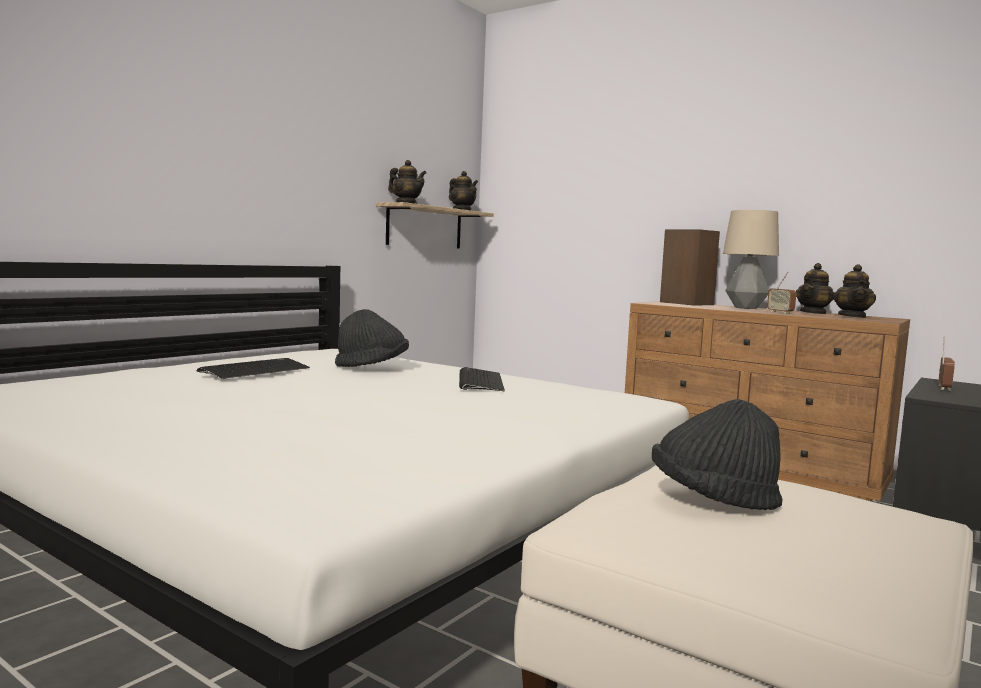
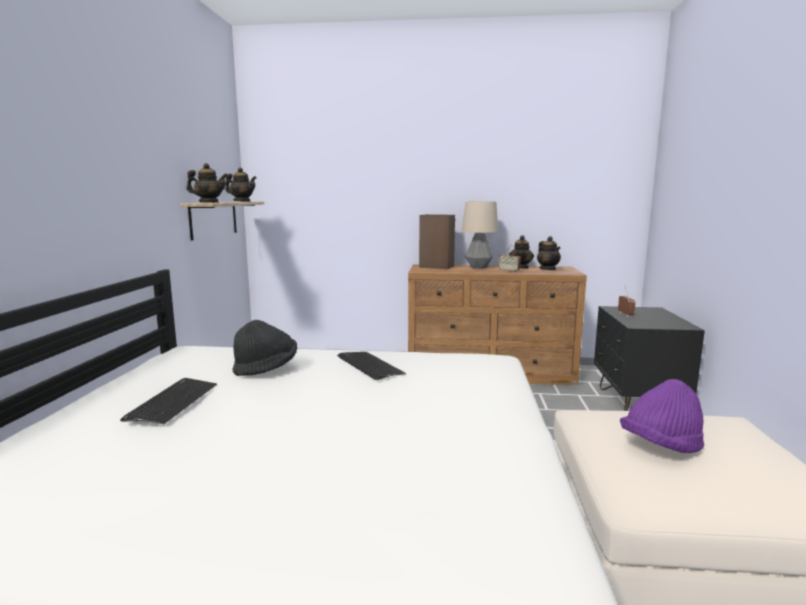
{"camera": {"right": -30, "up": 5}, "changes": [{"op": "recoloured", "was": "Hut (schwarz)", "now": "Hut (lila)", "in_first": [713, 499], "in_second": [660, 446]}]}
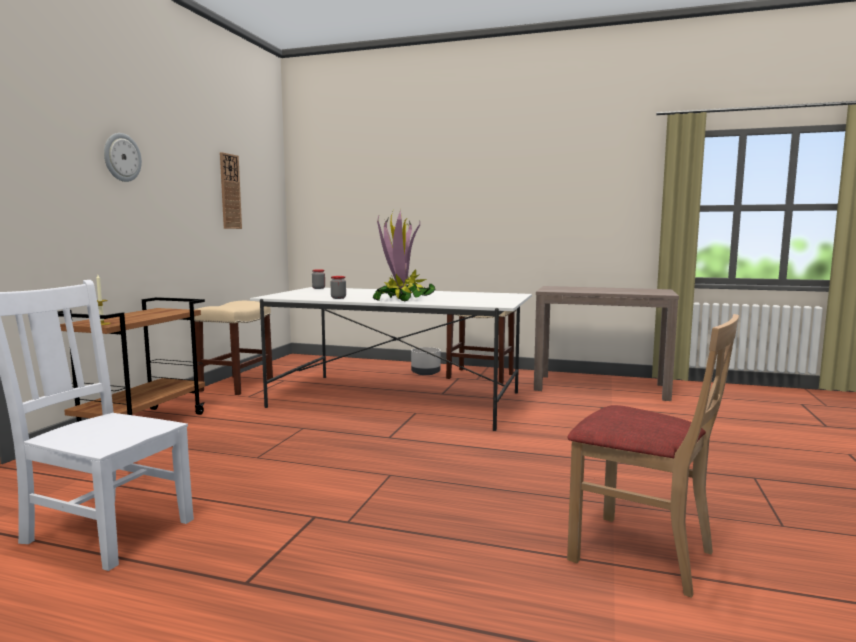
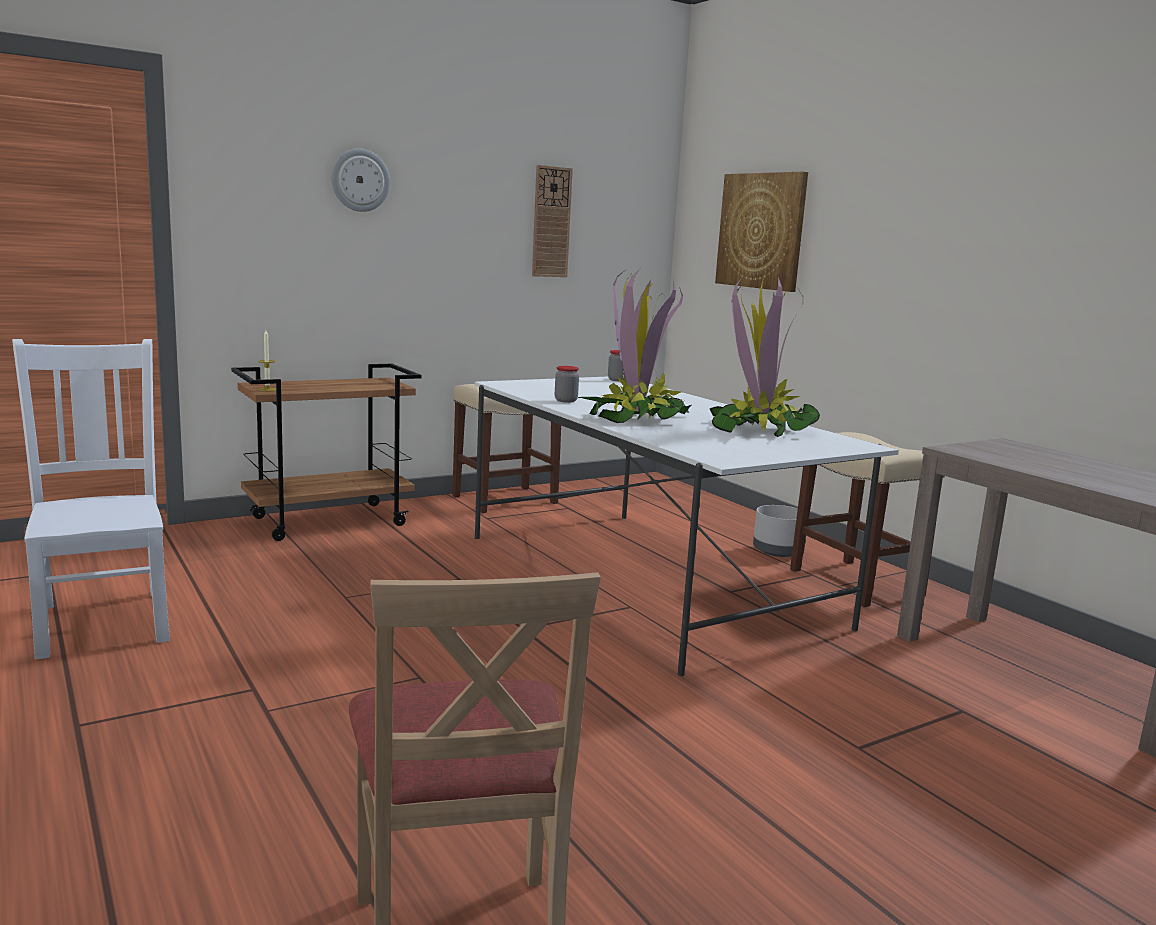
{"camera": {"right": 40, "up": 5}, "changes": [{"op": "added", "now": "Bild", "in_second": [761, 231]}, {"op": "added", "now": "Topfpflanze", "in_second": [760, 429]}]}
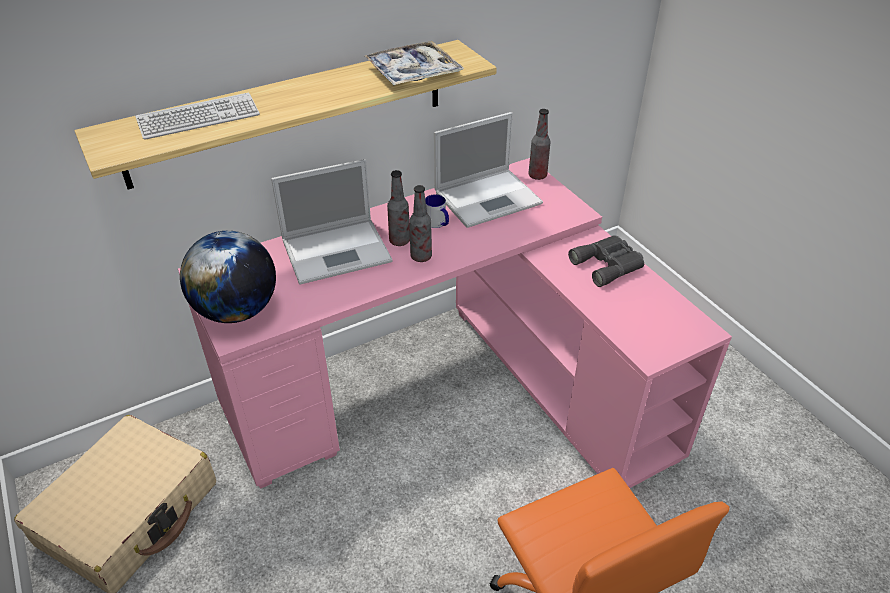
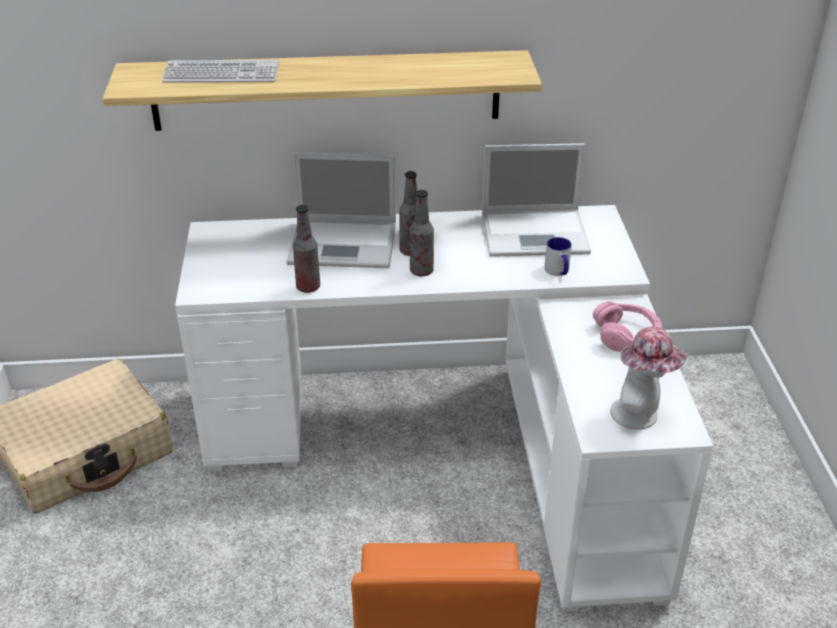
{"camera": {"right": 25, "up": -5}, "changes": [{"op": "removed", "was": "Tablett", "in_first": [413, 73]}, {"op": "moved", "was": "Flasche", "in_first": [537, 176], "in_second": [308, 287]}, {"op": "recoloured", "was": "Schreibtisch (rosa)", "now": "Schreibtisch (weiß)", "in_first": [455, 388], "in_second": [456, 444]}, {"op": "moved", "was": "Henkelbecher", "in_first": [438, 223], "in_second": [558, 271]}, {"op": "removed", "was": "Globus", "in_first": [237, 310]}, {"op": "replaced", "was": "Fernglas (grau)", "now": "Kopfhörer (rosa)", "in_first": [609, 264], "in_second": [626, 335]}, {"op": "added", "now": "Hut", "in_second": [640, 414]}]}
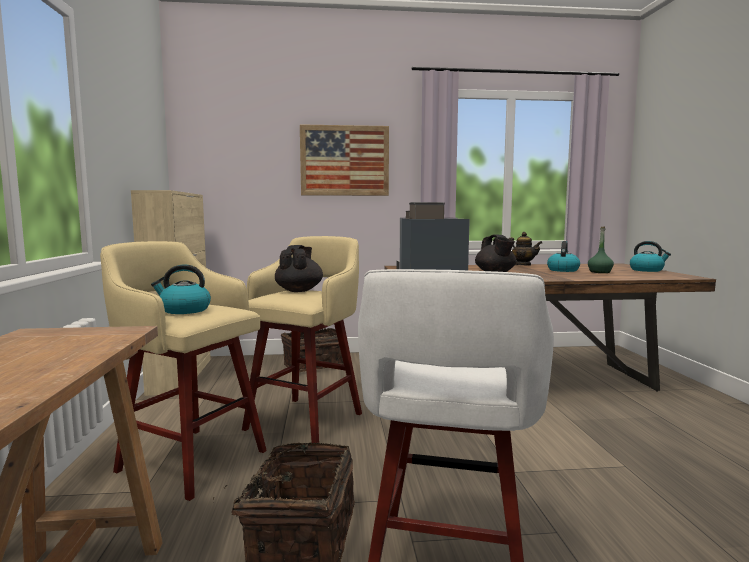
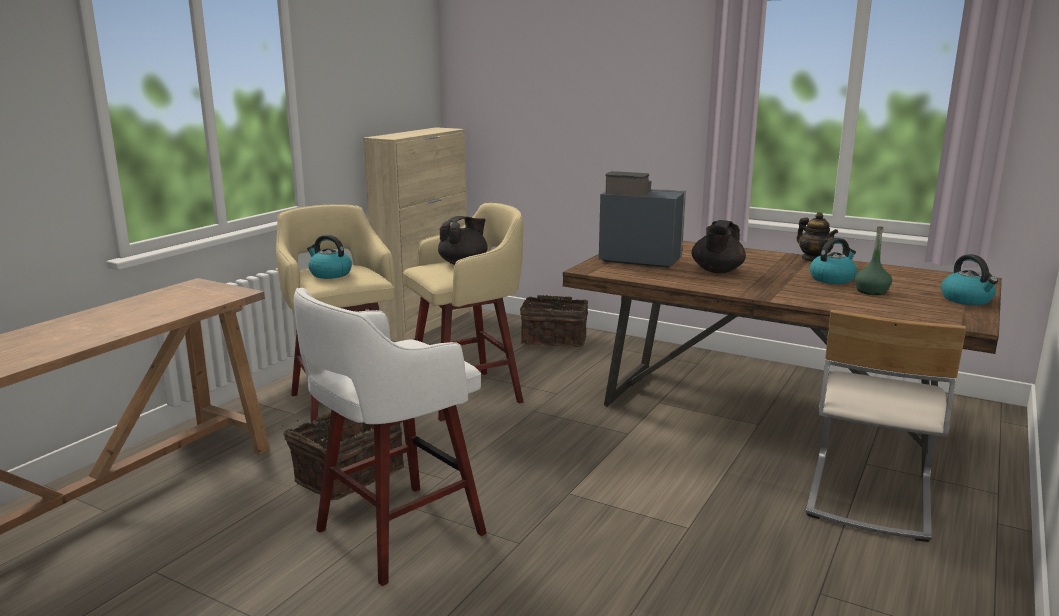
{"camera": {"right": 35, "up": 10}, "changes": [{"op": "removed", "was": "Bild", "in_first": [344, 161]}, {"op": "added", "now": "Stuhl (beige)", "in_second": [867, 496]}]}
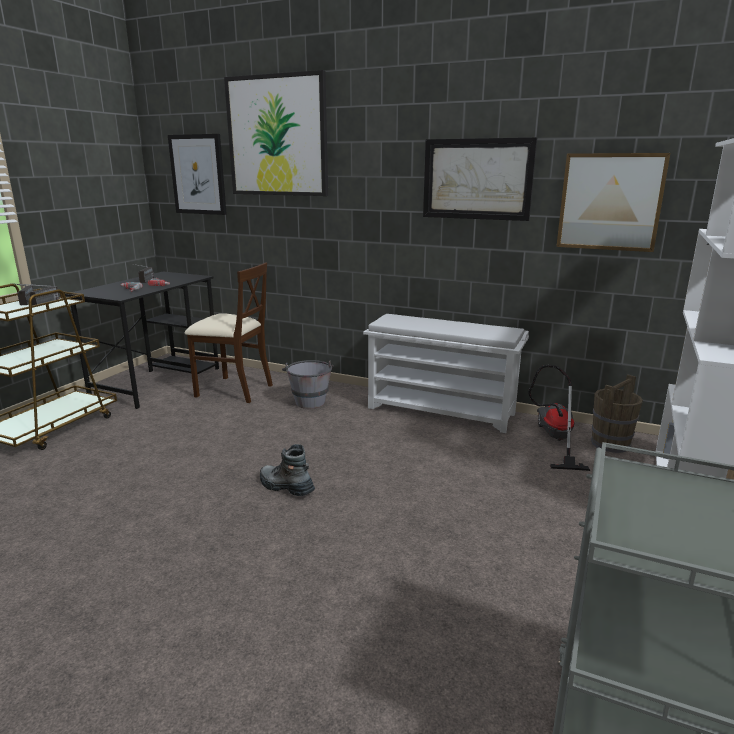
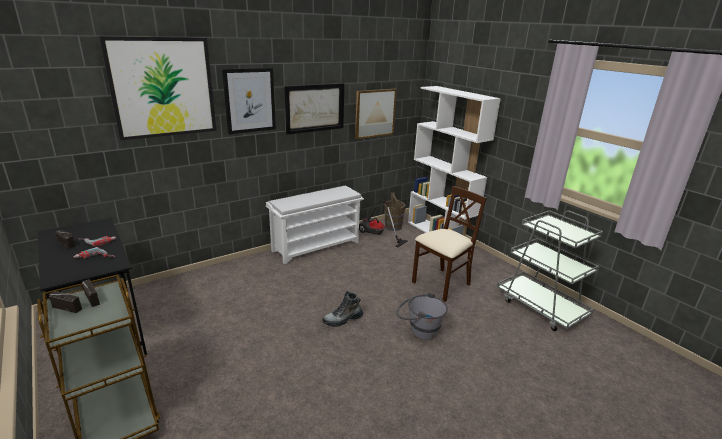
{"camera": {"right": -60, "up": 5}, "changes": [{"op": "moved", "was": "Bild", "in_first": [198, 174], "in_second": [249, 100]}, {"op": "moved", "was": "Stuhl (beige)", "in_first": [234, 390], "in_second": [441, 284]}, {"op": "moved", "was": "Eimer (grau)", "in_first": [309, 400], "in_second": [418, 330]}]}
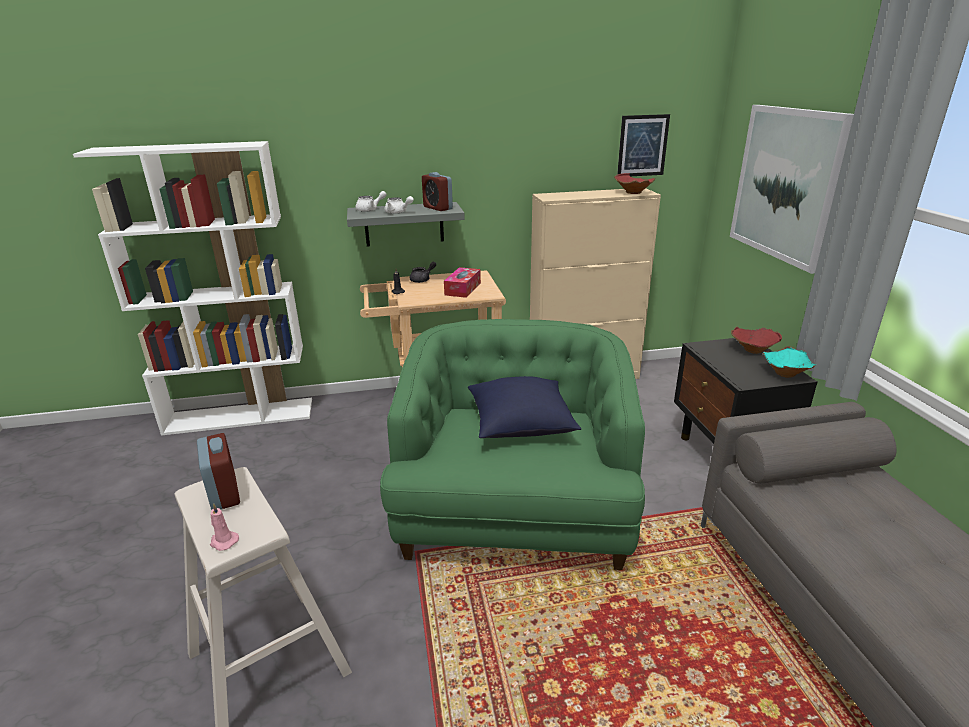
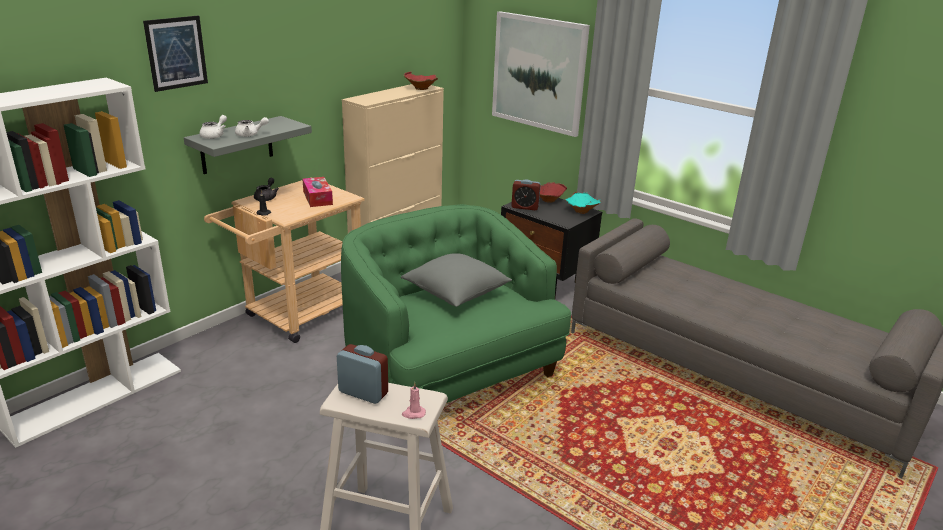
{"camera": {"right": -40, "up": 0}, "changes": [{"op": "moved", "was": "Bild", "in_first": [642, 146], "in_second": [176, 53]}, {"op": "moved", "was": "Wecker", "in_first": [437, 208], "in_second": [525, 207]}, {"op": "recoloured", "was": "Kissen (blau)", "now": "Kissen (grau)", "in_first": [520, 425], "in_second": [456, 294]}]}
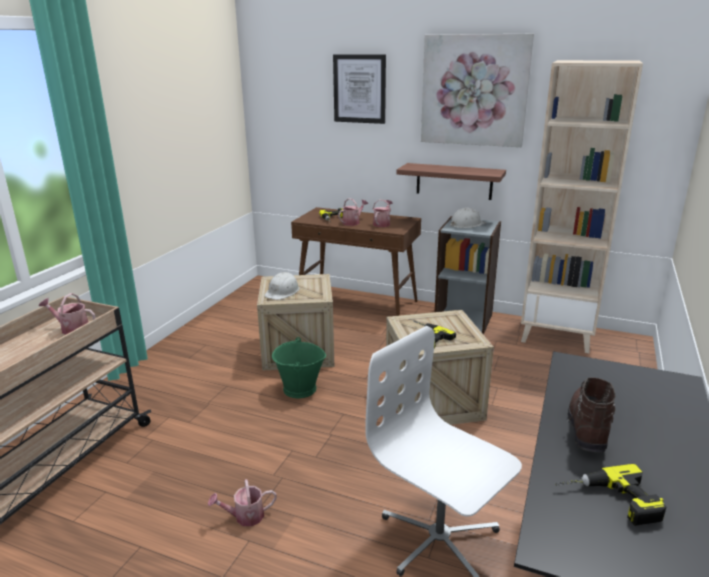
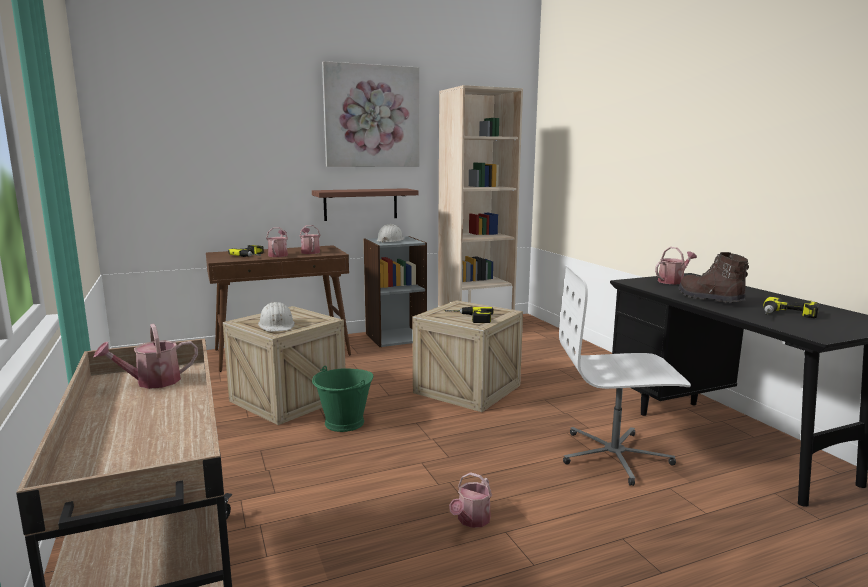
{"camera": {"right": -45, "up": -10}, "changes": [{"op": "removed", "was": "Bild", "in_first": [359, 89]}, {"op": "added", "now": "Gießkanne", "in_second": [673, 281]}]}
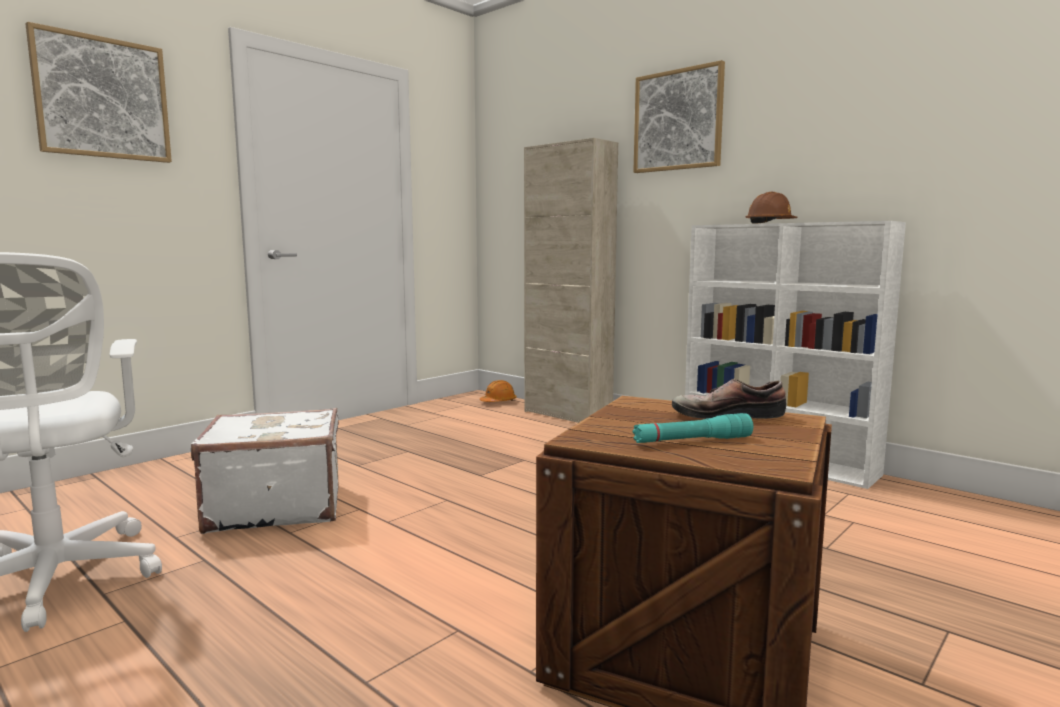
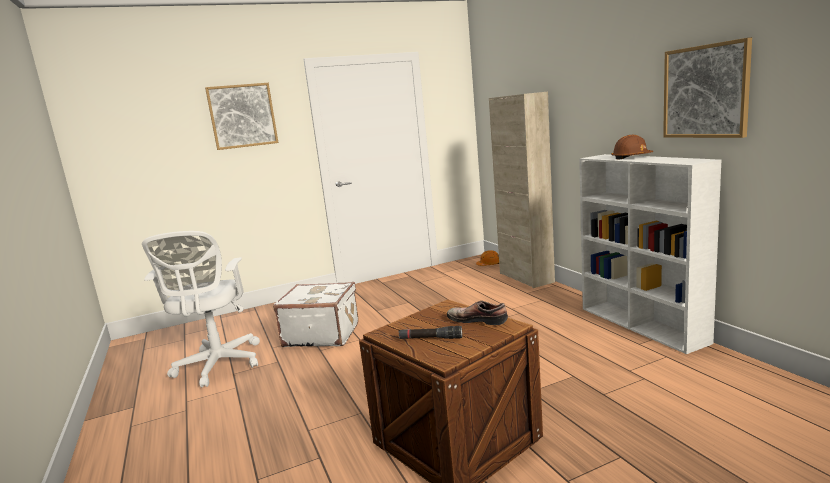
{"camera": {"right": 25, "up": 5}, "changes": [{"op": "moved", "was": "Bild", "in_first": [678, 120], "in_second": [705, 91]}, {"op": "recoloured", "was": "Taschenlampe (türkis)", "now": "Taschenlampe (schwarz)", "in_first": [692, 441], "in_second": [430, 338]}]}
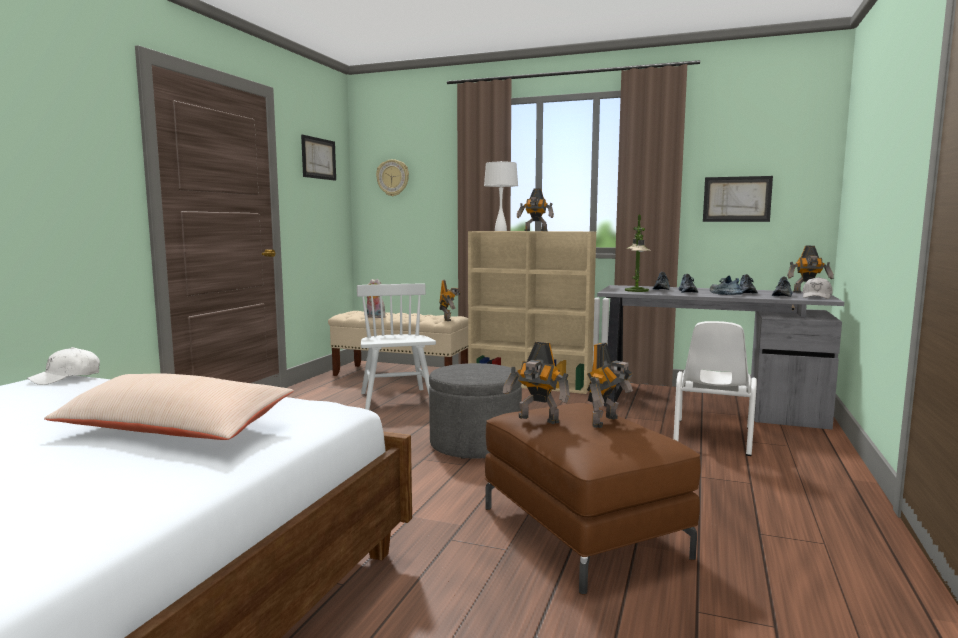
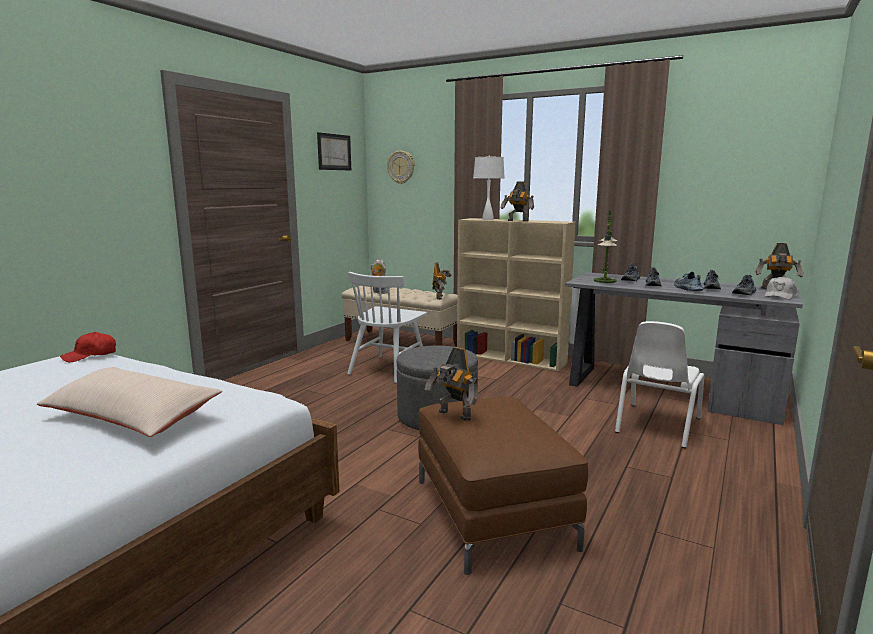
{"camera": {"right": 10, "up": 5}, "changes": [{"op": "removed", "was": "Bild", "in_first": [737, 199]}, {"op": "turned", "was": "Stuhl (weiß)", "in_first": [396, 401], "in_second": [388, 369], "clockwise": -150}, {"op": "removed", "was": "Spielzeugroboter", "in_first": [607, 422]}, {"op": "recoloured", "was": "Kappe (weiß)", "now": "Kappe (rot)", "in_first": [66, 378], "in_second": [90, 355]}]}
